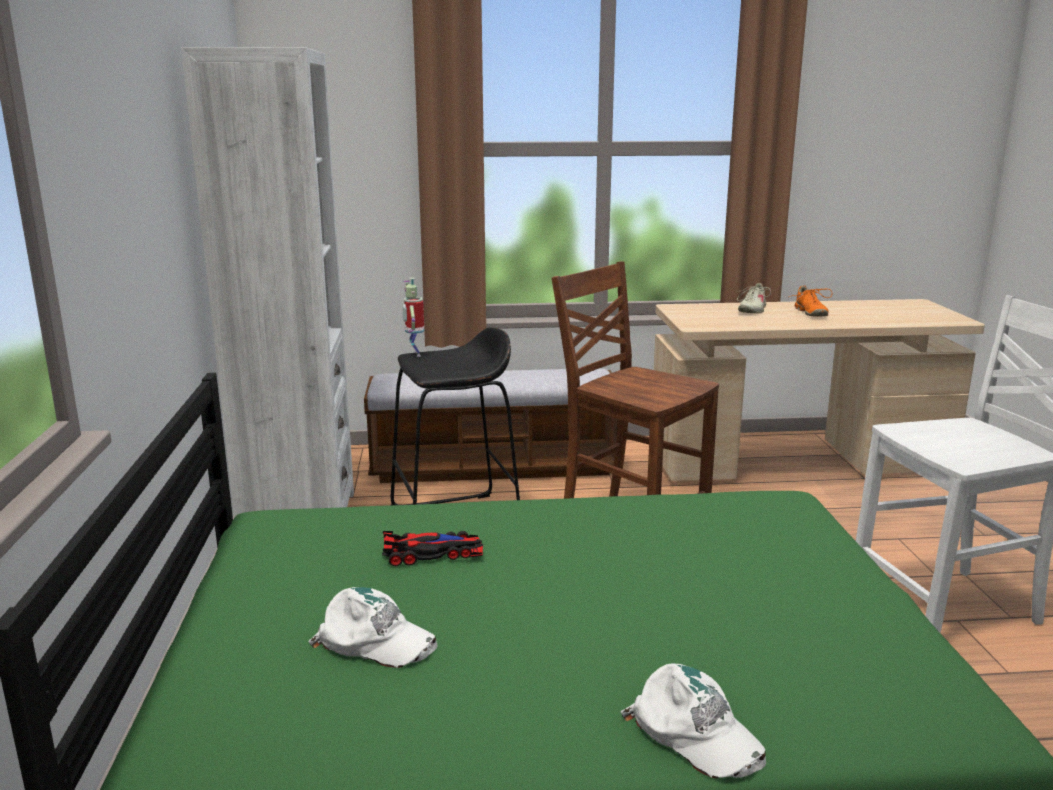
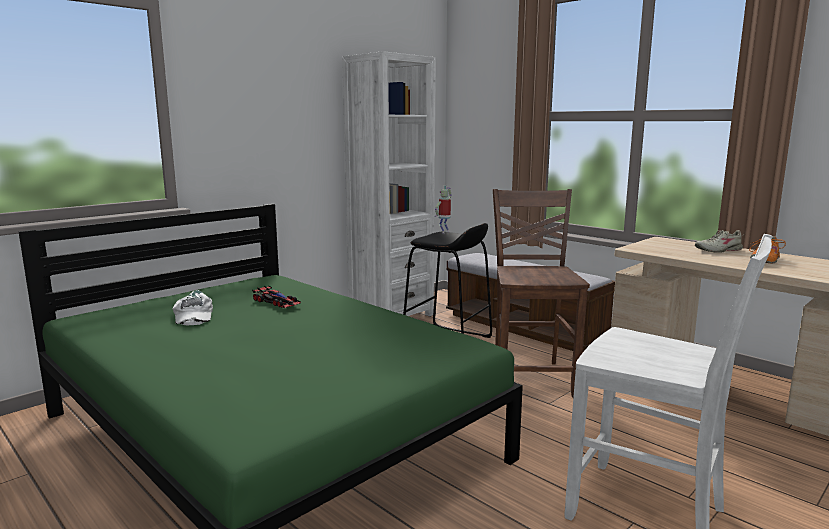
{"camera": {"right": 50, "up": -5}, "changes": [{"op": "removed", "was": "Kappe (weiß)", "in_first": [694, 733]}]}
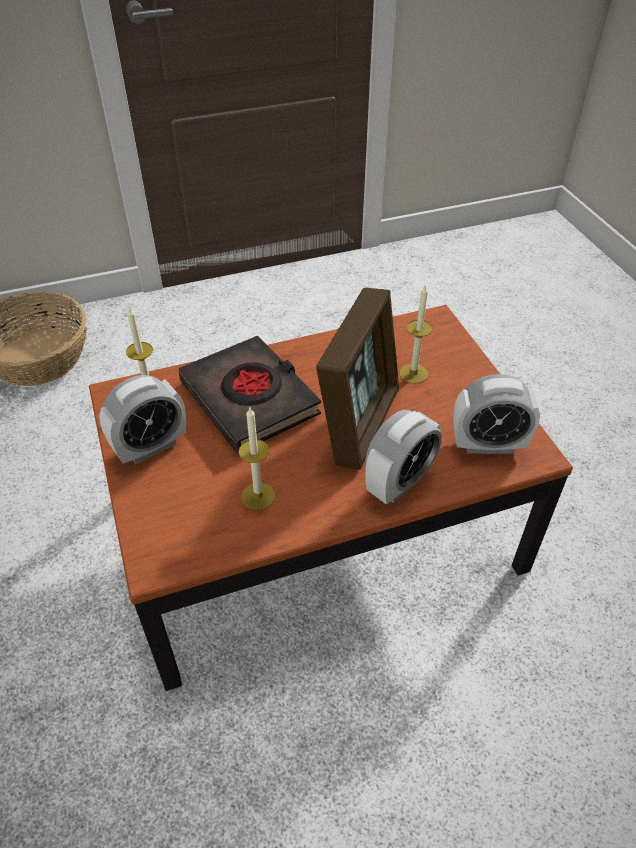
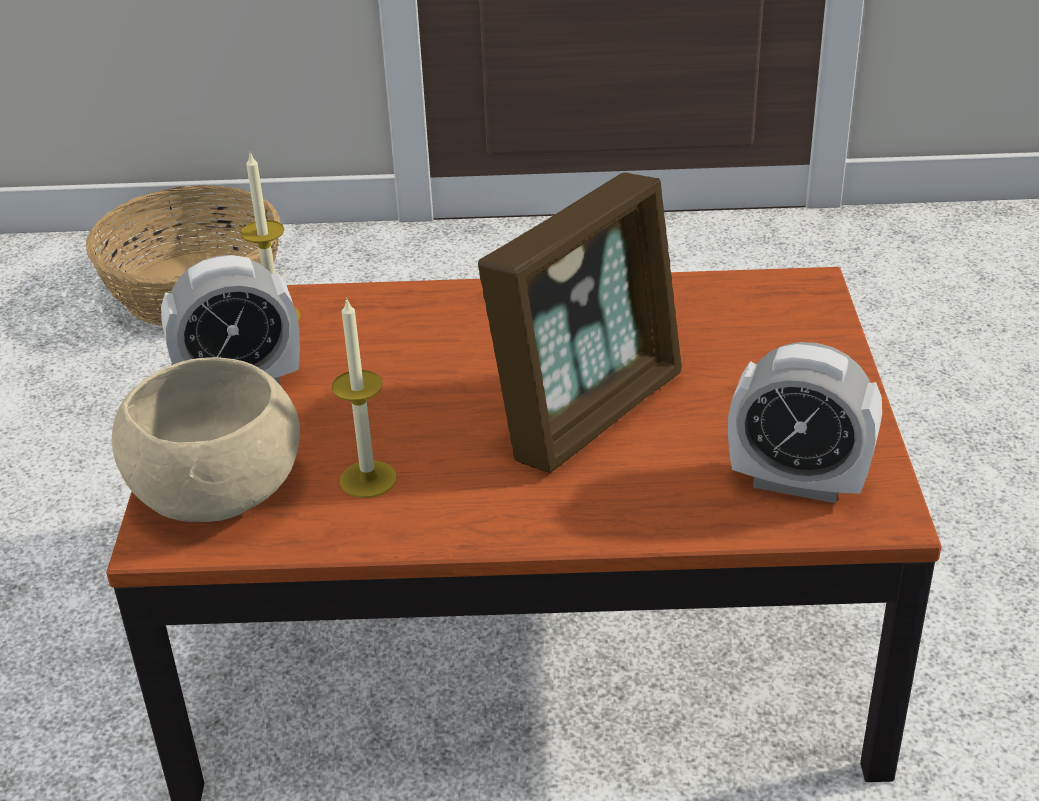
{"camera": {"right": 20, "up": -10}, "changes": [{"op": "removed", "was": "Kerze", "in_first": [413, 373]}, {"op": "removed", "was": "Buch (schwarz)", "in_first": [250, 399]}, {"op": "removed", "was": "Wecker", "in_first": [399, 483]}, {"op": "added", "now": "Schüssel (beige)", "in_second": [217, 490]}]}
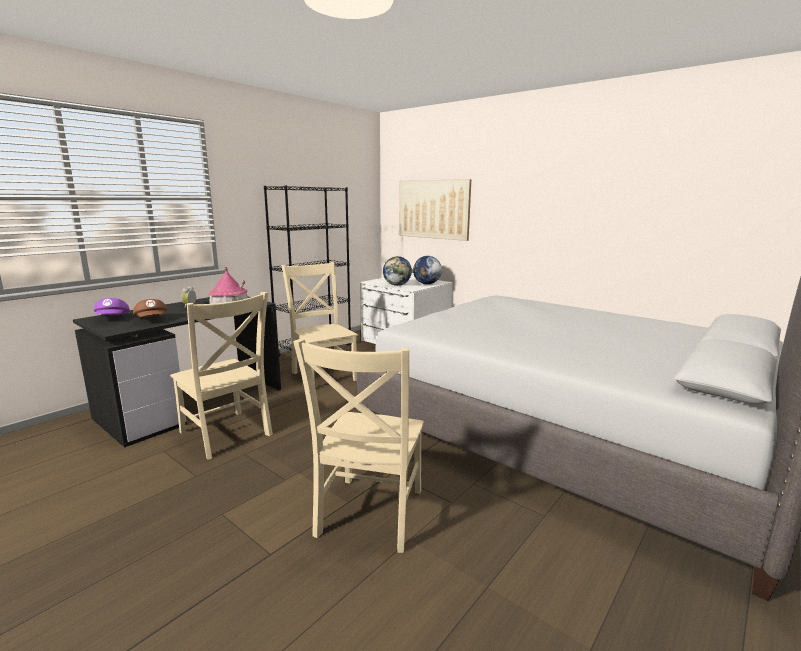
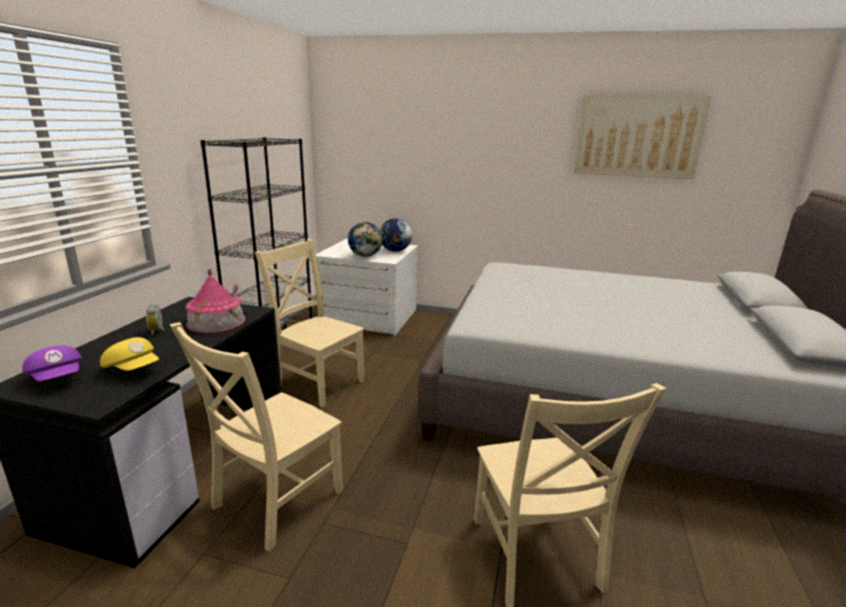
{"camera": {"right": -25, "up": 5}, "changes": [{"op": "moved", "was": "Bild", "in_first": [433, 209], "in_second": [637, 136]}, {"op": "turned", "was": "Stuhl (beige)", "in_first": [226, 435], "in_second": [273, 502], "clockwise": 105}, {"op": "recoloured", "was": "Kappe (braun)", "now": "Kappe (gelb)", "in_first": [152, 320], "in_second": [133, 369]}]}
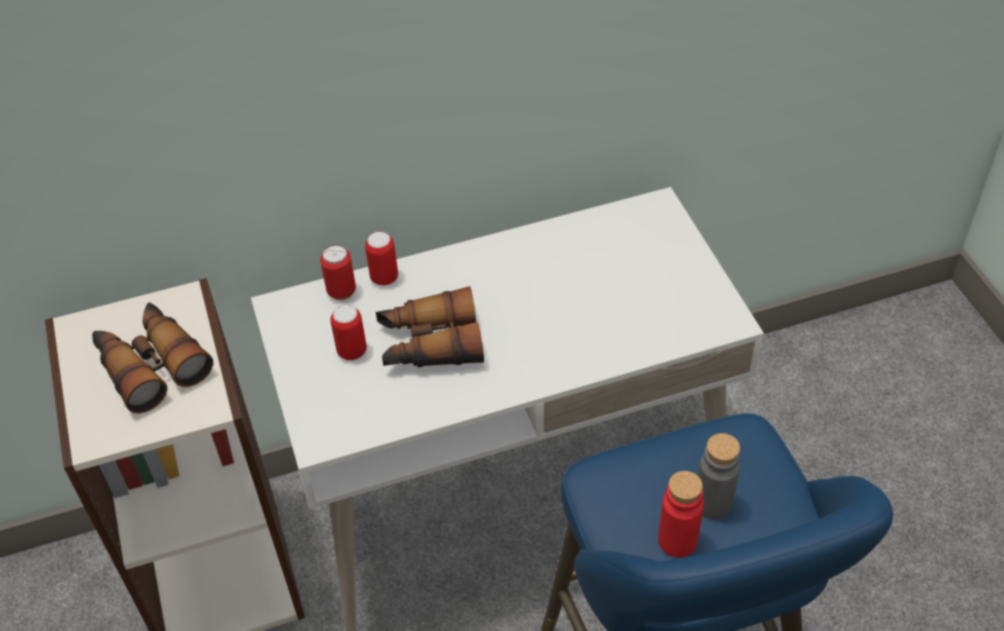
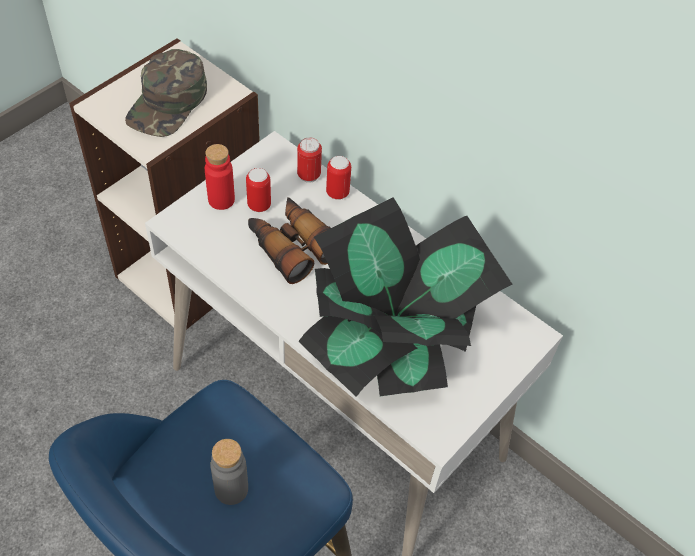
{"camera": {"right": 55, "up": 5}, "changes": [{"op": "replaced", "was": "Fernglas", "now": "Kappe (grün)", "in_first": [151, 364], "in_second": [168, 103]}, {"op": "moved", "was": "Flasche (rot)", "in_first": [677, 540], "in_second": [221, 200]}, {"op": "added", "now": "Topfpflanze", "in_second": [393, 340]}]}
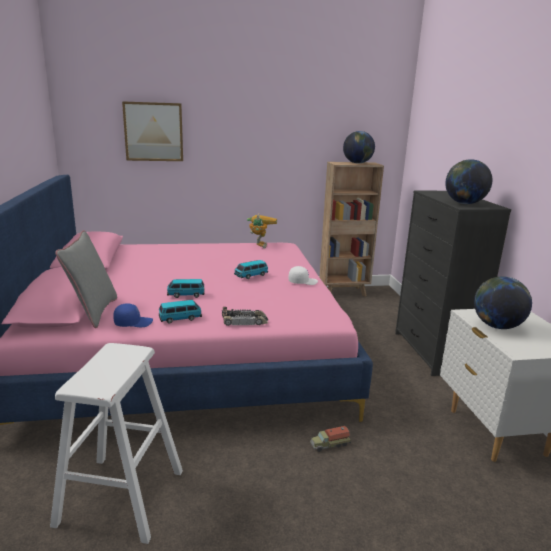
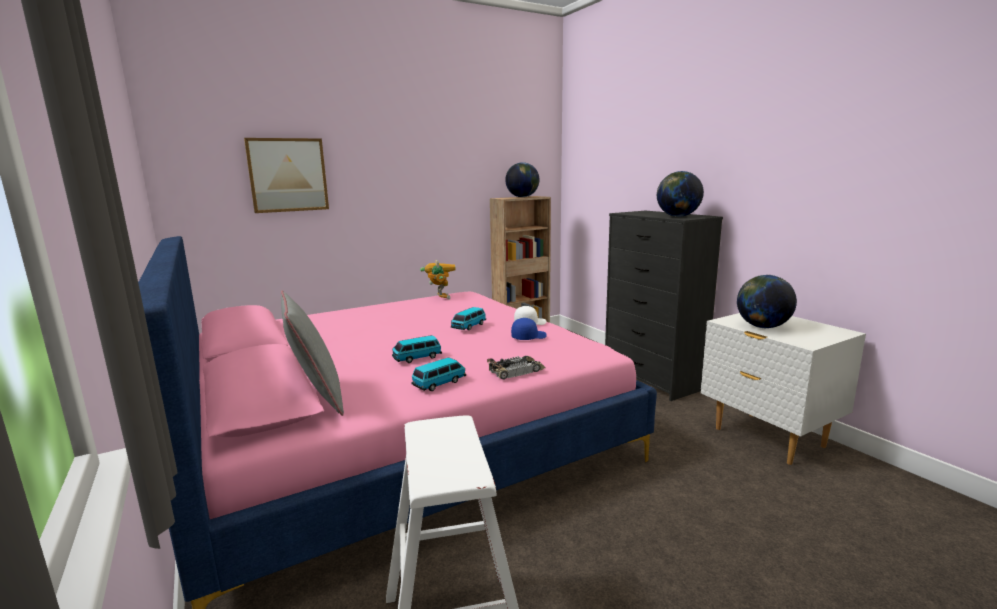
{"camera": {"right": -20, "up": -5}, "changes": [{"op": "moved", "was": "Kappe (blau)", "in_first": [133, 323], "in_second": [528, 337]}, {"op": "removed", "was": "Spielzeuglaster", "in_first": [329, 444]}]}
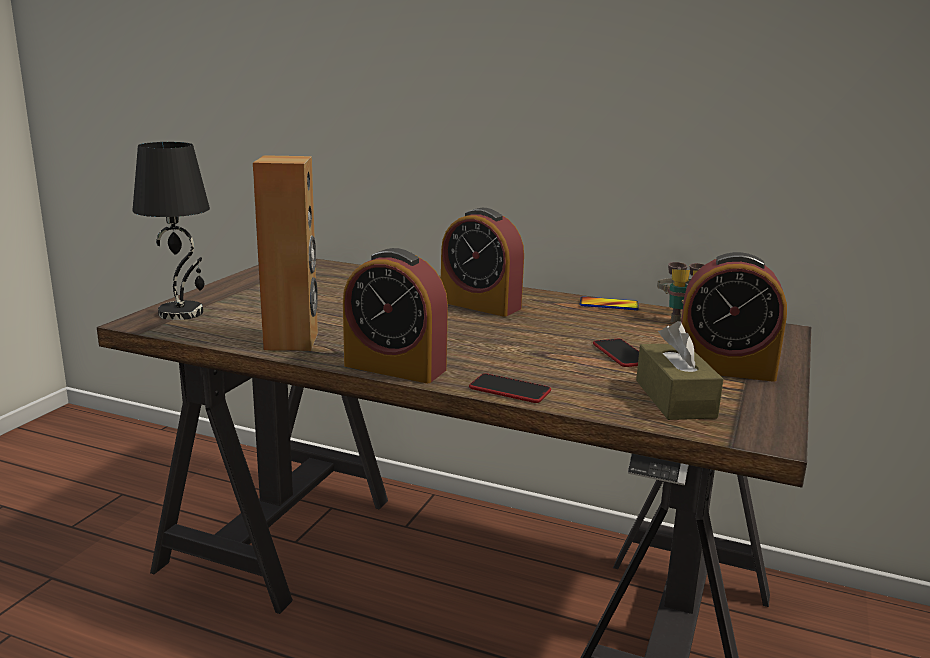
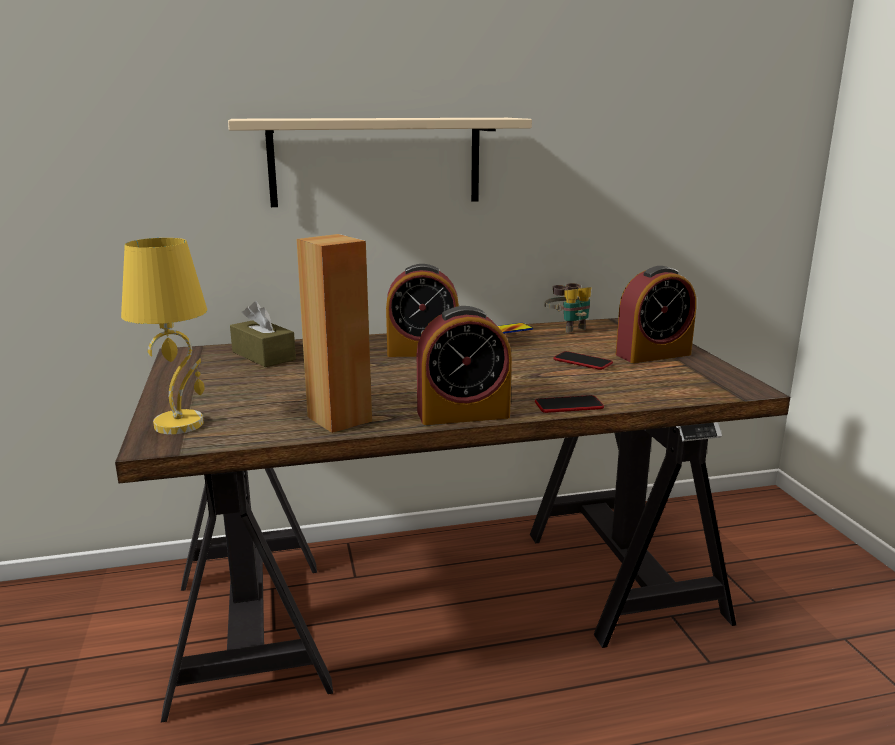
{"camera": {"right": -35, "up": 0}, "changes": [{"op": "recoloured", "was": "Tischlampe (schwarz)", "now": "Tischlampe (gelb)", "in_first": [182, 312], "in_second": [180, 424]}, {"op": "moved", "was": "Taschentuchbox (braun)", "in_first": [675, 399], "in_second": [263, 355]}, {"op": "added", "now": "Wandregal (beige)", "in_second": [376, 161]}]}
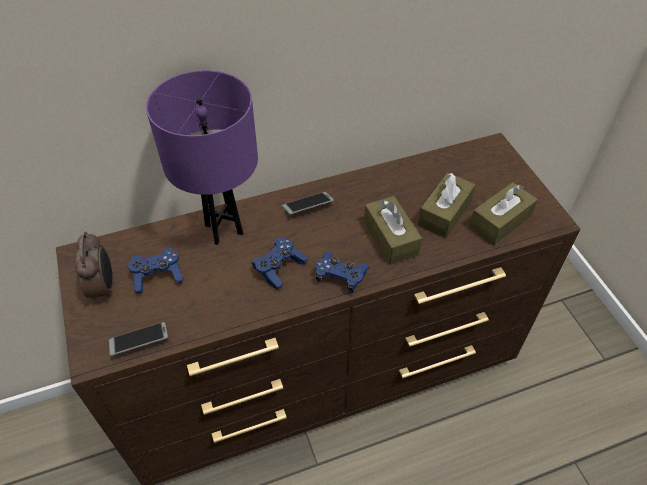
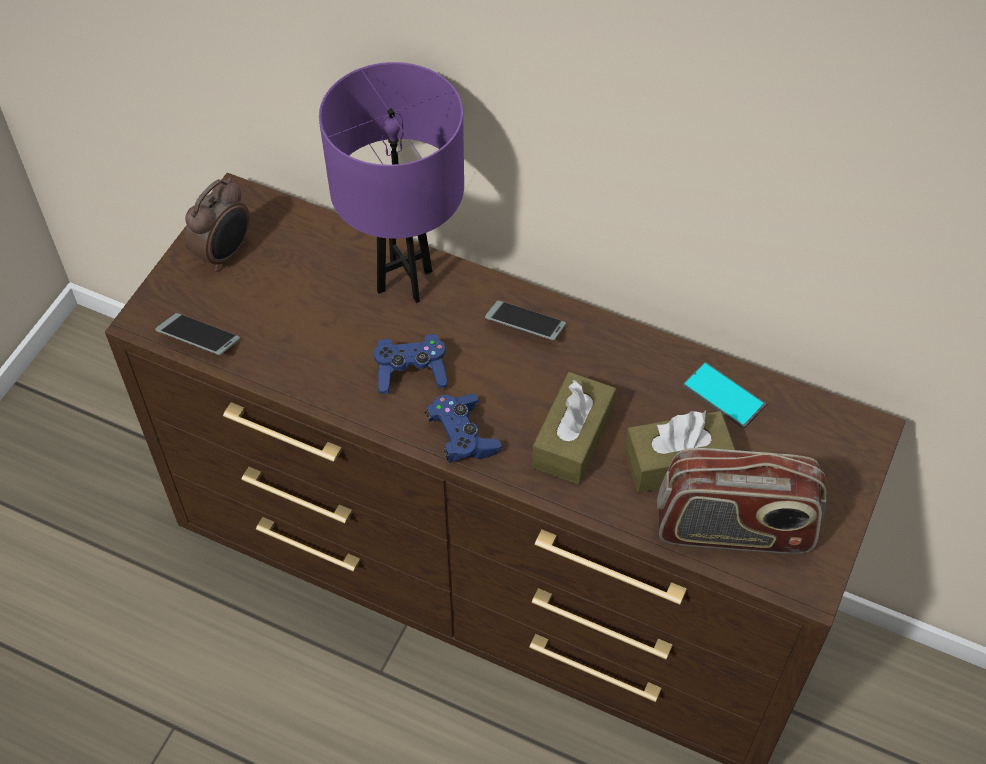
{"camera": {"right": 45, "up": 5}, "changes": [{"op": "replaced", "was": "Taschentuchbox (braun)", "now": "Radio", "in_first": [500, 222], "in_second": [733, 529]}, {"op": "removed", "was": "Gamepad (blau)", "in_first": [158, 276]}, {"op": "added", "now": "Handy", "in_second": [724, 395]}]}
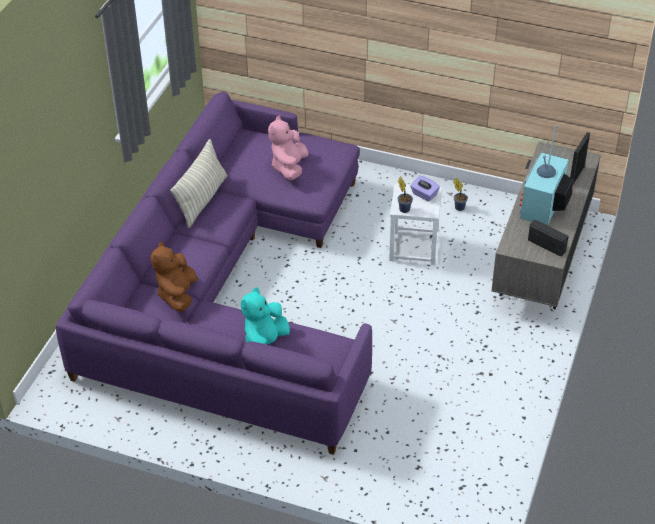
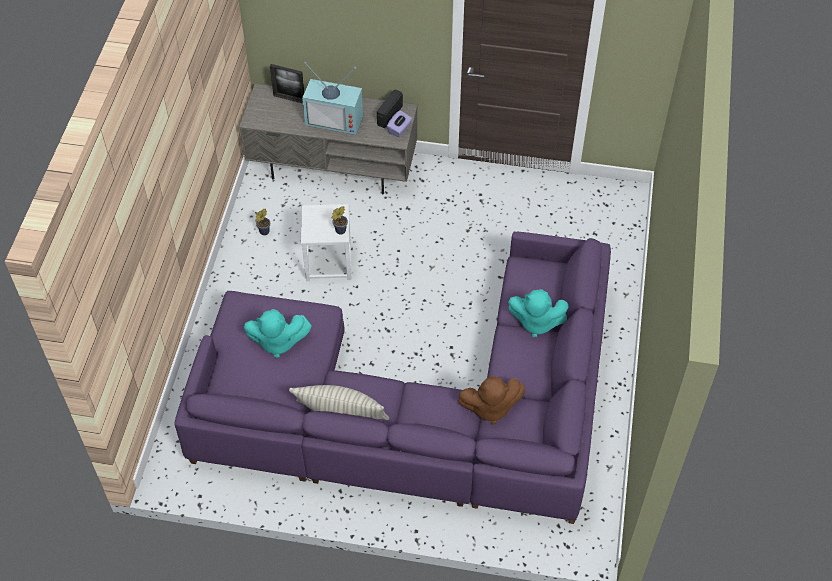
{"camera": {"right": -100, "up": 10}, "changes": [{"op": "recoloured", "was": "Plüschtier (rosa)", "now": "Plüschtier (türkis)", "in_first": [289, 167], "in_second": [277, 342]}, {"op": "moved", "was": "Taschentuchbox (lila)", "in_first": [424, 195], "in_second": [399, 129]}]}
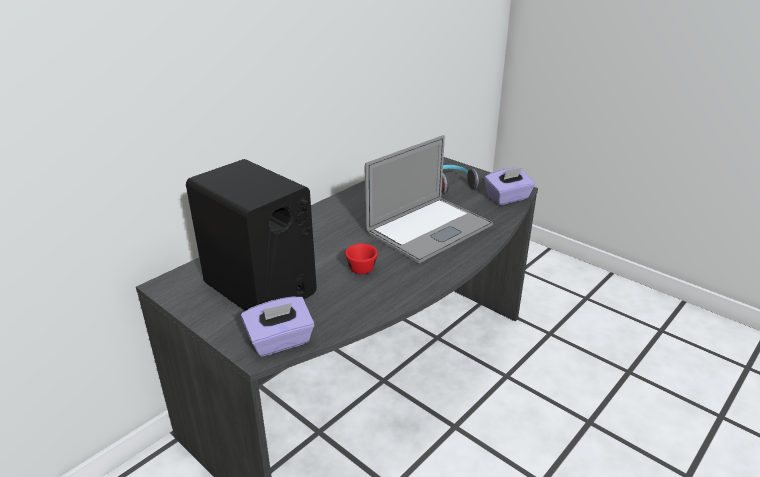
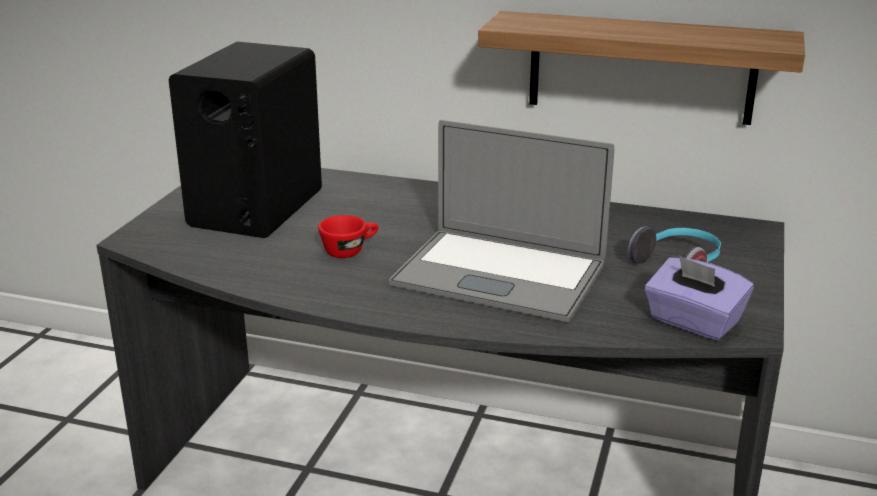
{"camera": {"right": 65, "up": -5}, "changes": [{"op": "removed", "was": "Taschentuchbox (lila)", "in_first": [280, 342]}, {"op": "added", "now": "Wandregal", "in_second": [641, 68]}]}
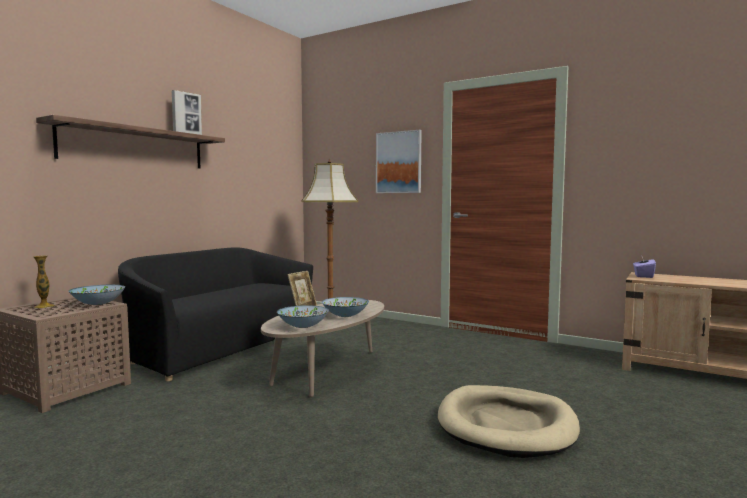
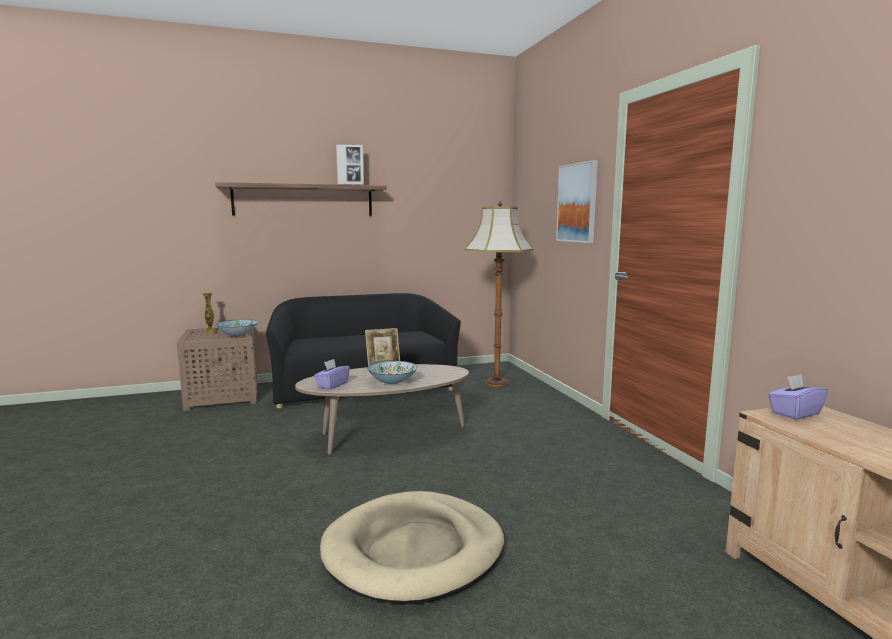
{"camera": {"right": 40, "up": 5}, "changes": [{"op": "replaced", "was": "Schüssel", "now": "Taschentuchbox (lila)", "in_first": [303, 326], "in_second": [332, 385]}]}
